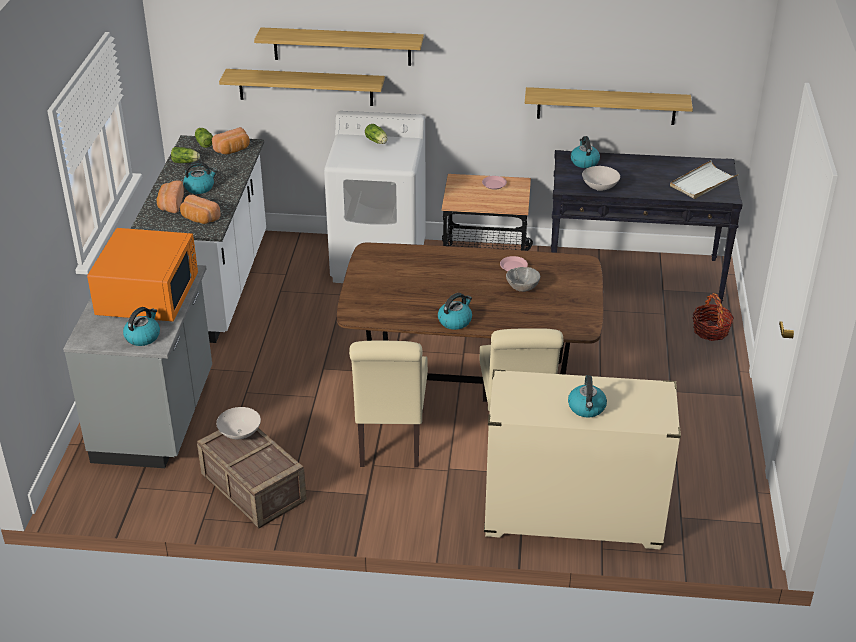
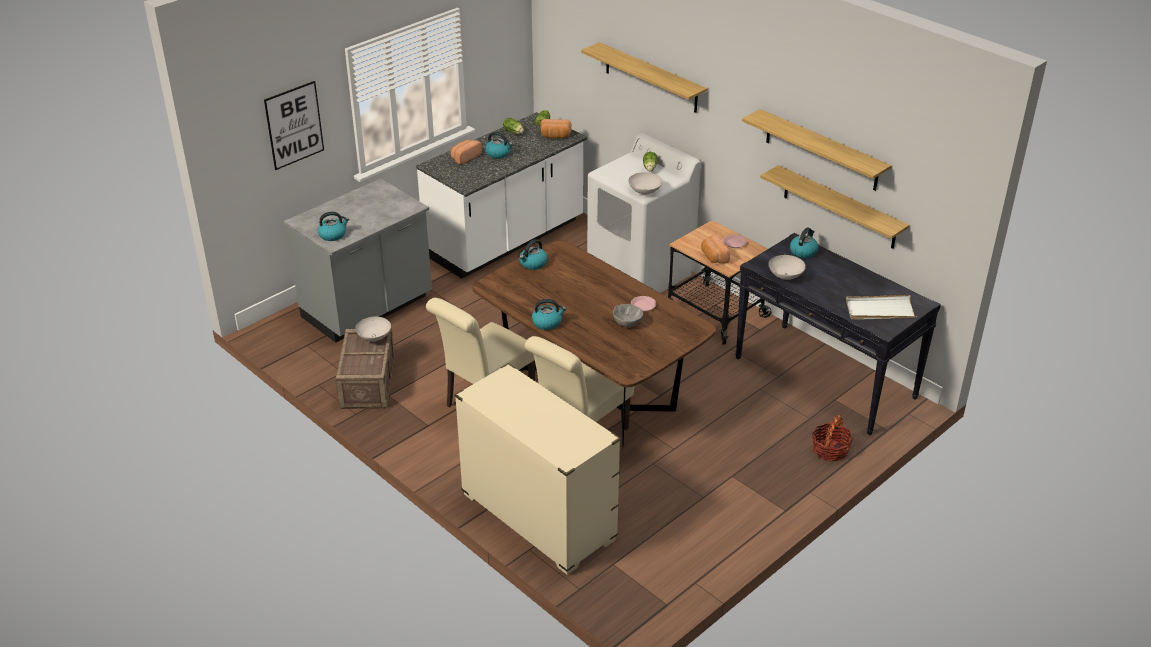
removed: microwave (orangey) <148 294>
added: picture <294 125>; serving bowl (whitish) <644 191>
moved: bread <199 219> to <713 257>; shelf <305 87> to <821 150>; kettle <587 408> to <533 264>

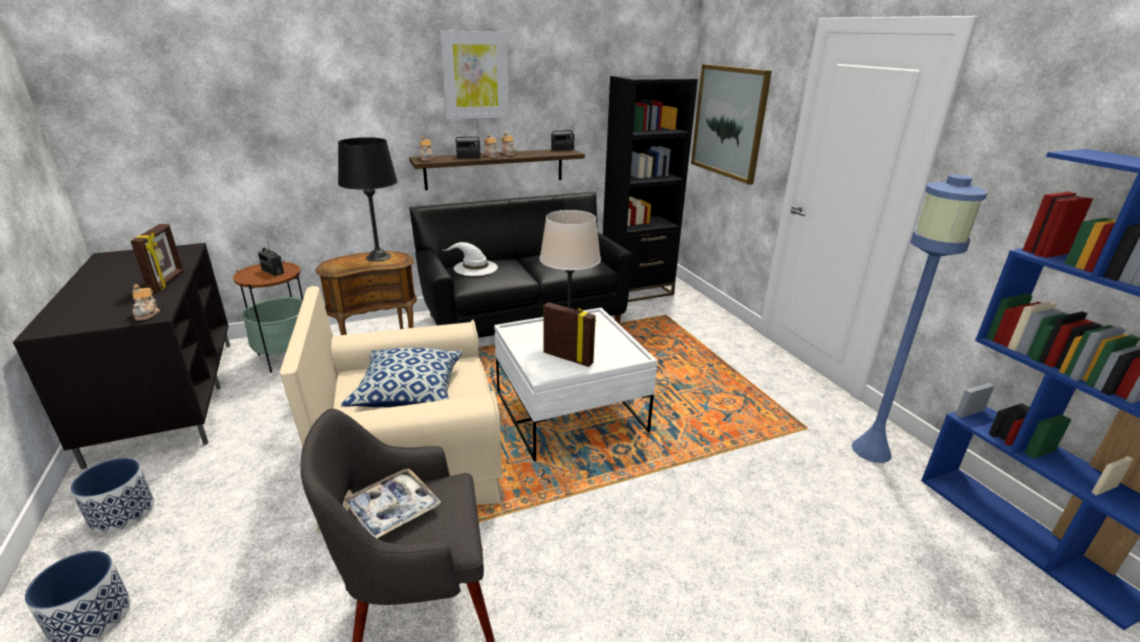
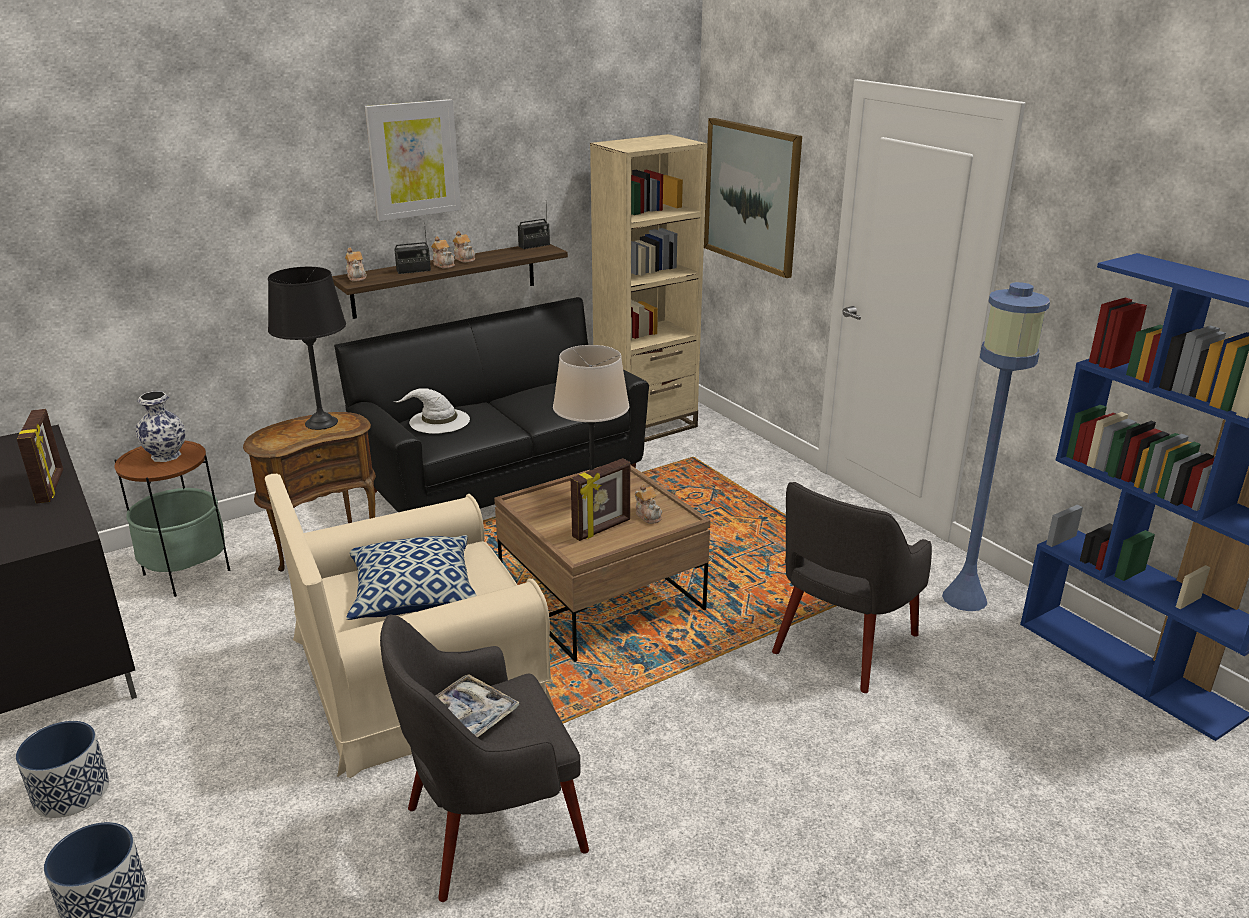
added: lounge chair (gray) <843 644>
moved: tea pot <147 314> to <648 515>
replaced: radio receiver <272 271> to flower vase <167 455>
recoloured: coffee table (whitish) <569 411> to coffee table (brown) <601 598>; bookshelf (black-coloured) <636 290> to bookshelf (beige) <646 426>
turned: standing frame <568 358> = <602 529> 120 degrees clockwise

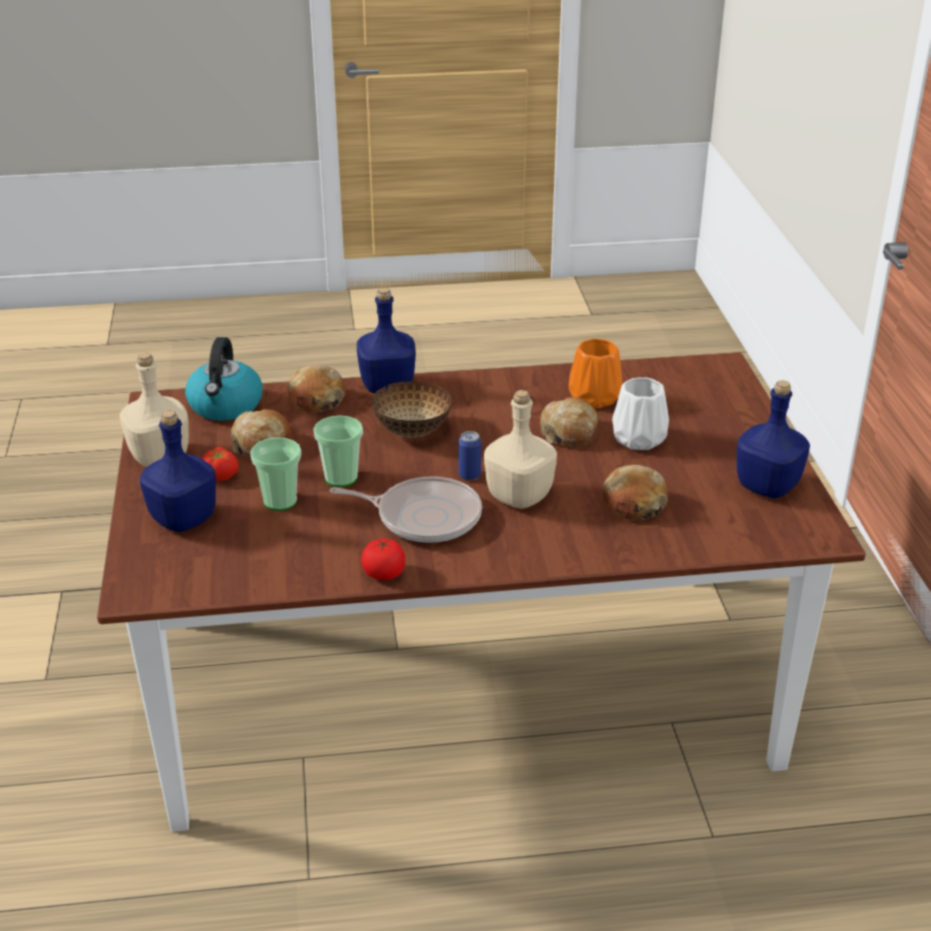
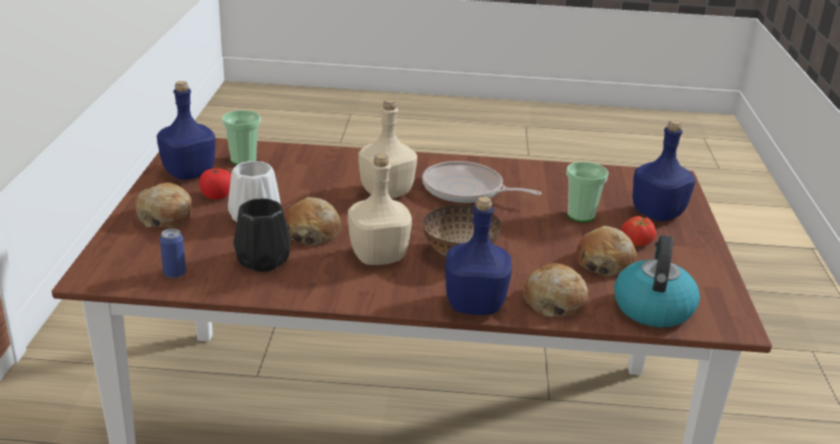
moved: drink bottle (beige) <161 456> to <377 257>; small cup <341 478> to <243 160>; tomato <384 574> to <217 196>; metal can <469 475> to <174 273>; bread <634 504> to <165 216>
recoloured: flower vase (orangey) <593 397> to flower vase (black-coloured) <264 261>

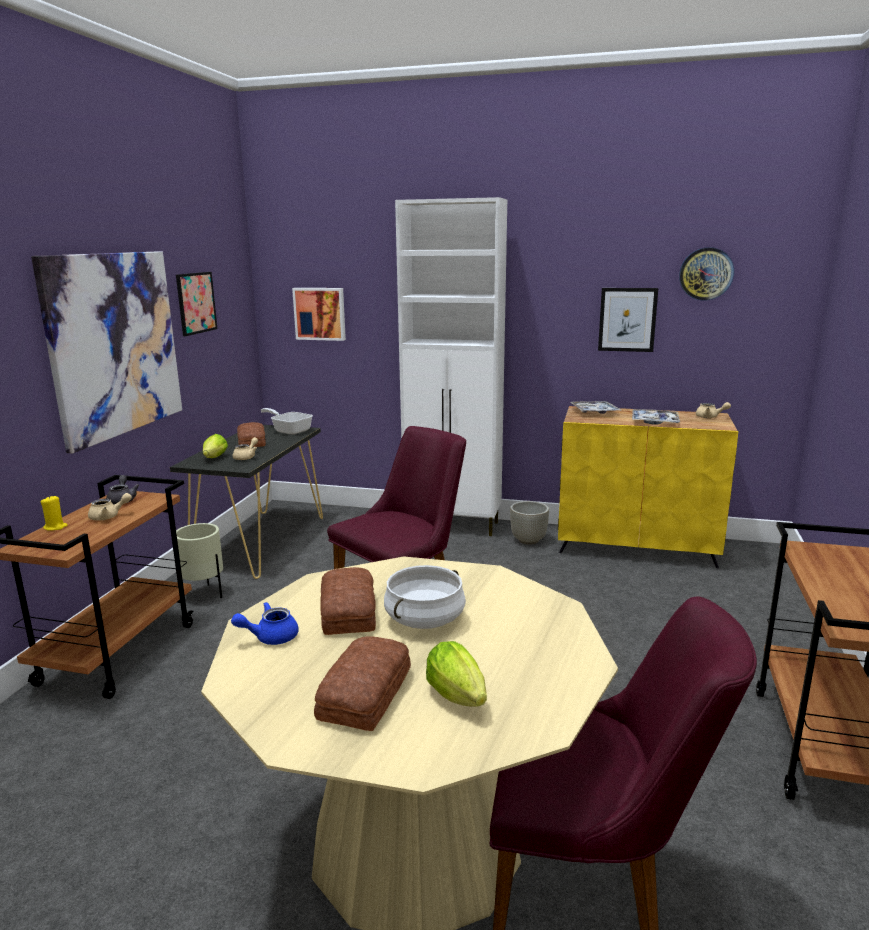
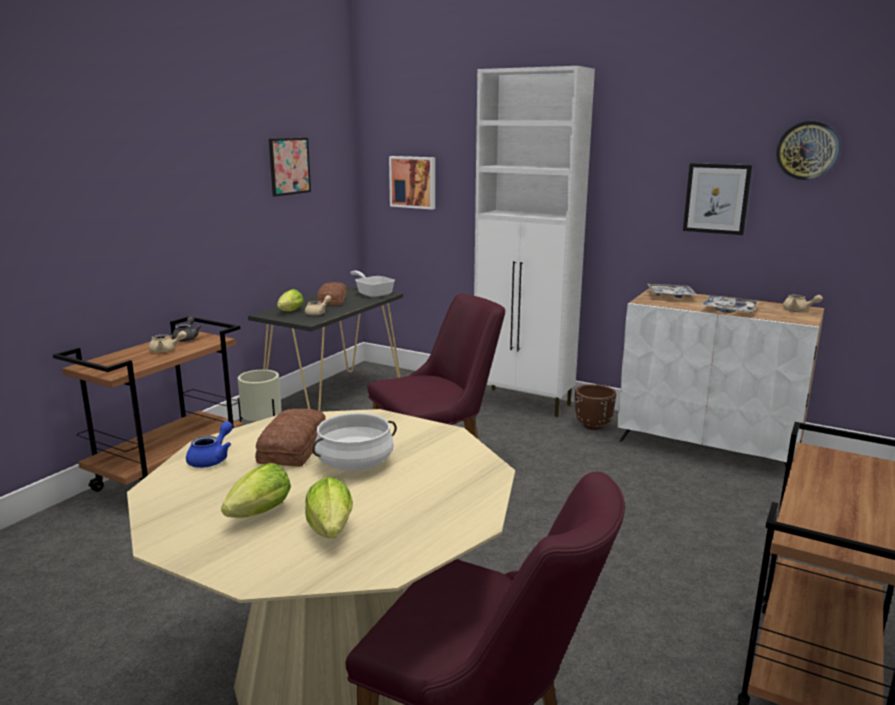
removed: picture <114 344>; wax candle (yellow) <55 527>
replaced: bread <368 693> to lettuce head <256 515>
recoloured: planter (gray) <528 540> to planter (brown) <593 425>; storage cabinet (yellow) <637 547> to storage cabinet (whitish) <708 446>
turned: tea pot (bluish) <270 637> = <212 459> 120 degrees clockwise

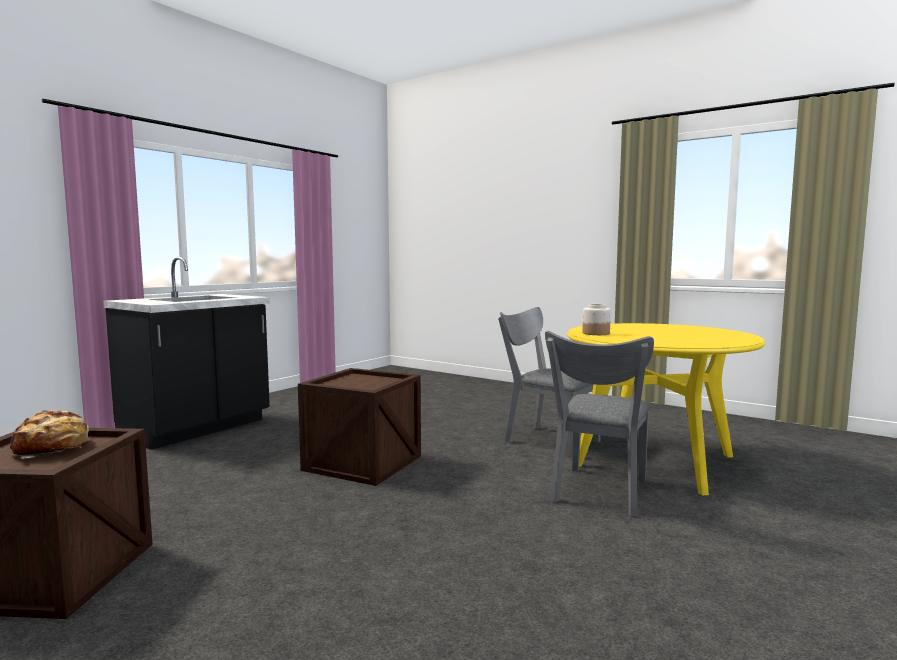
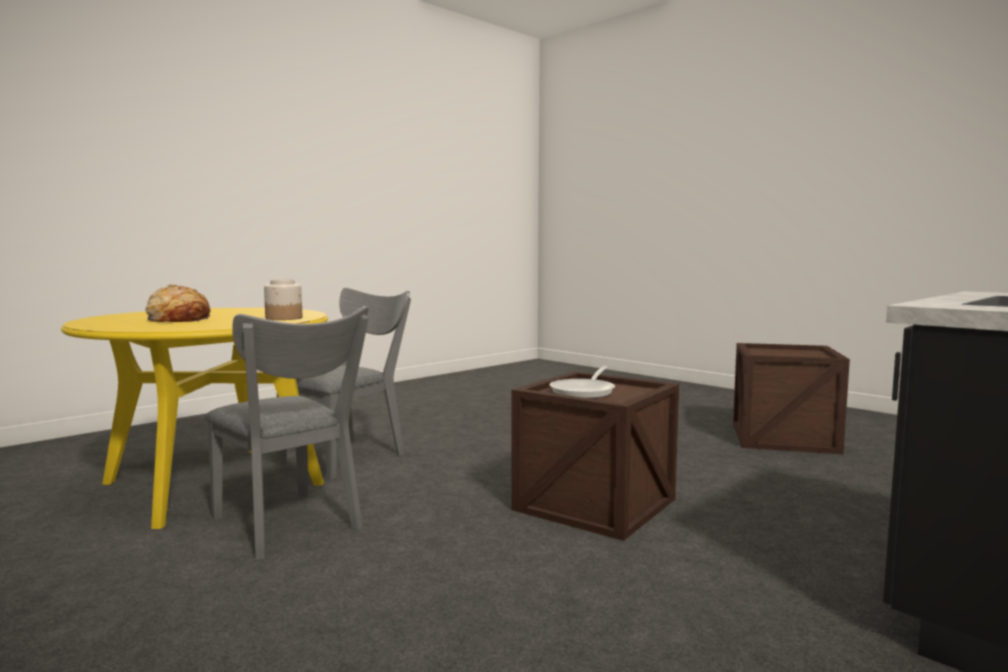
added: frying pan <585 391>
moved: bread <52 449> to <178 319>

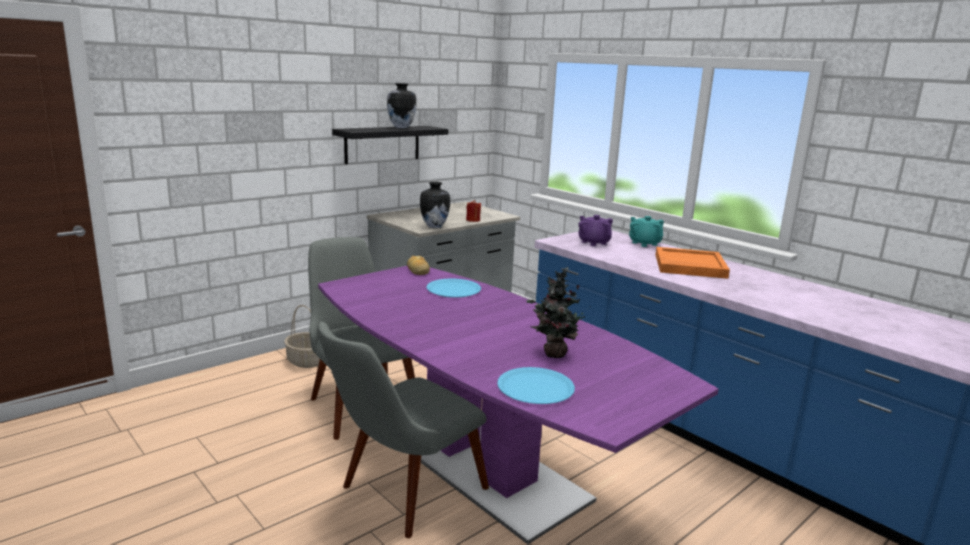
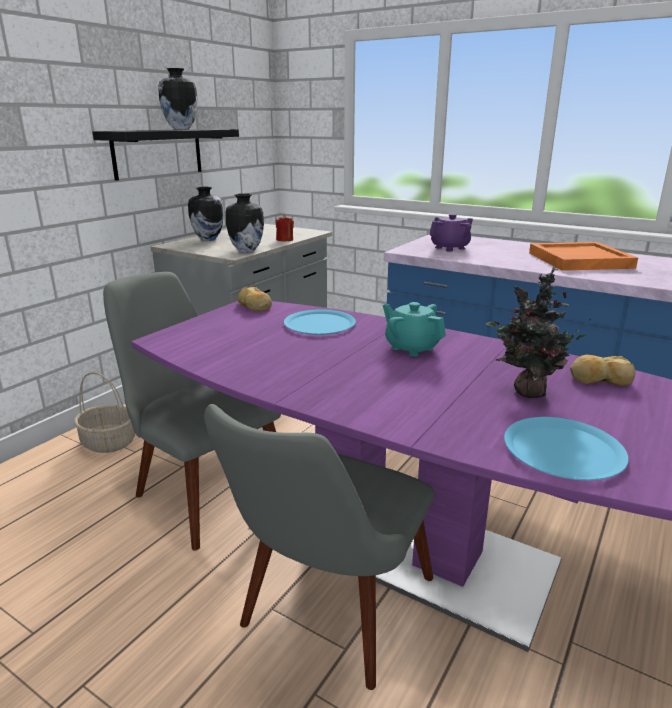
added: flower vase <208 239>; bread <599 379>
moved: tea pot (turquoise-coloured) <644 243> to <411 348>
turned: tea pot (purple) <593 242> = <450 248> 105 degrees clockwise

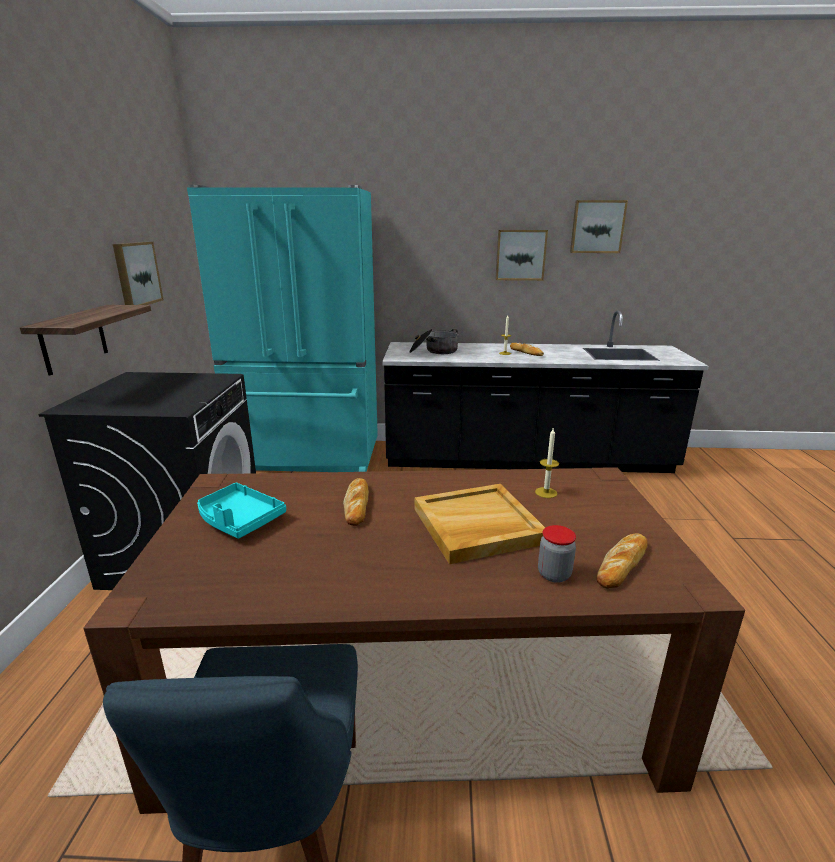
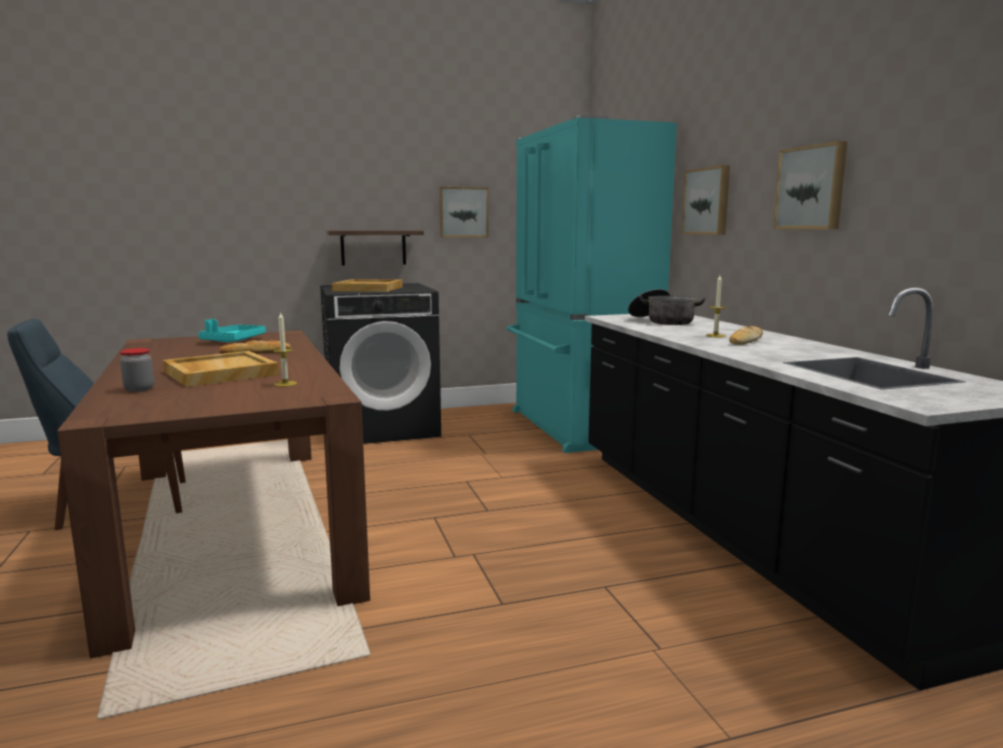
removed: bread <622 564>
added: serving tray (beige) <369 289>
moved: picture <597 227> to <708 201>

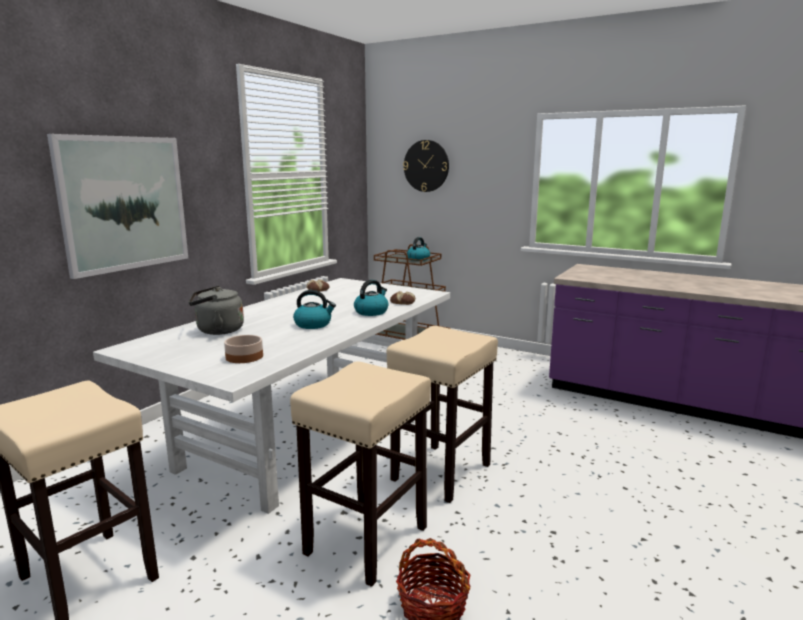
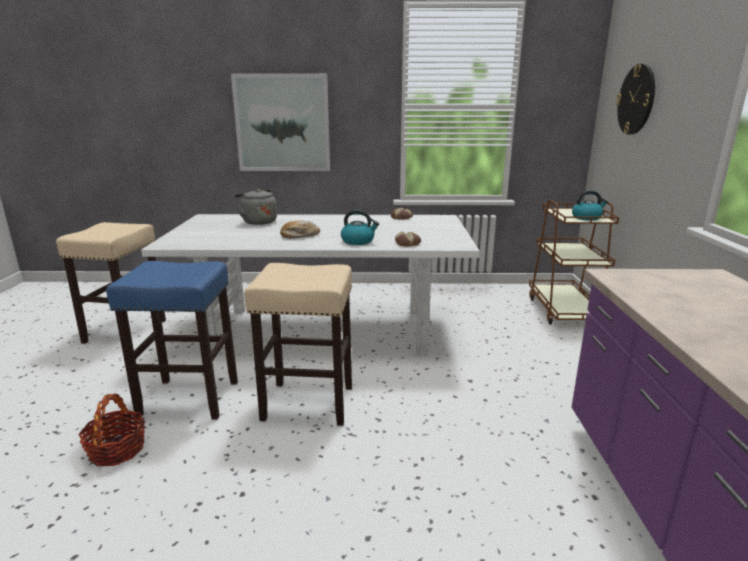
removed: serving bowl <243 357>
replaced: kettle <313 324> to bread <299 235>
recoloured: sitting stool (beige) <366 541> to sitting stool (bluish) <188 399>

